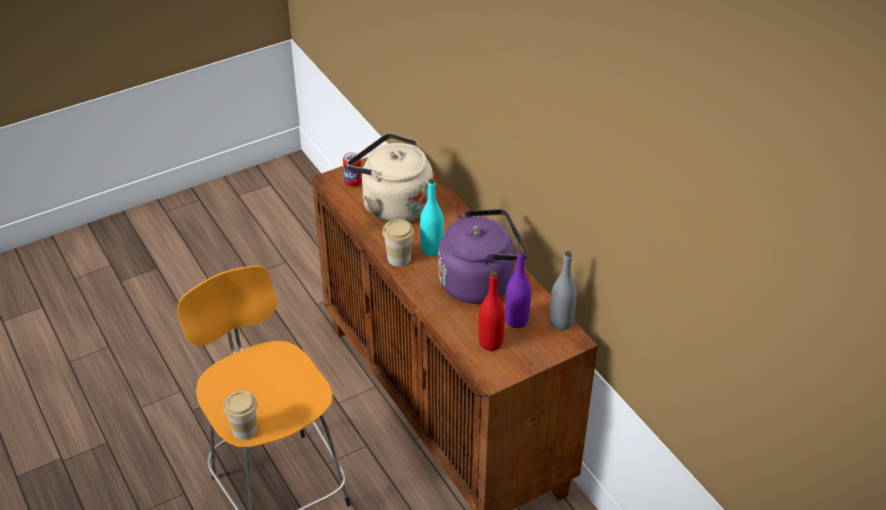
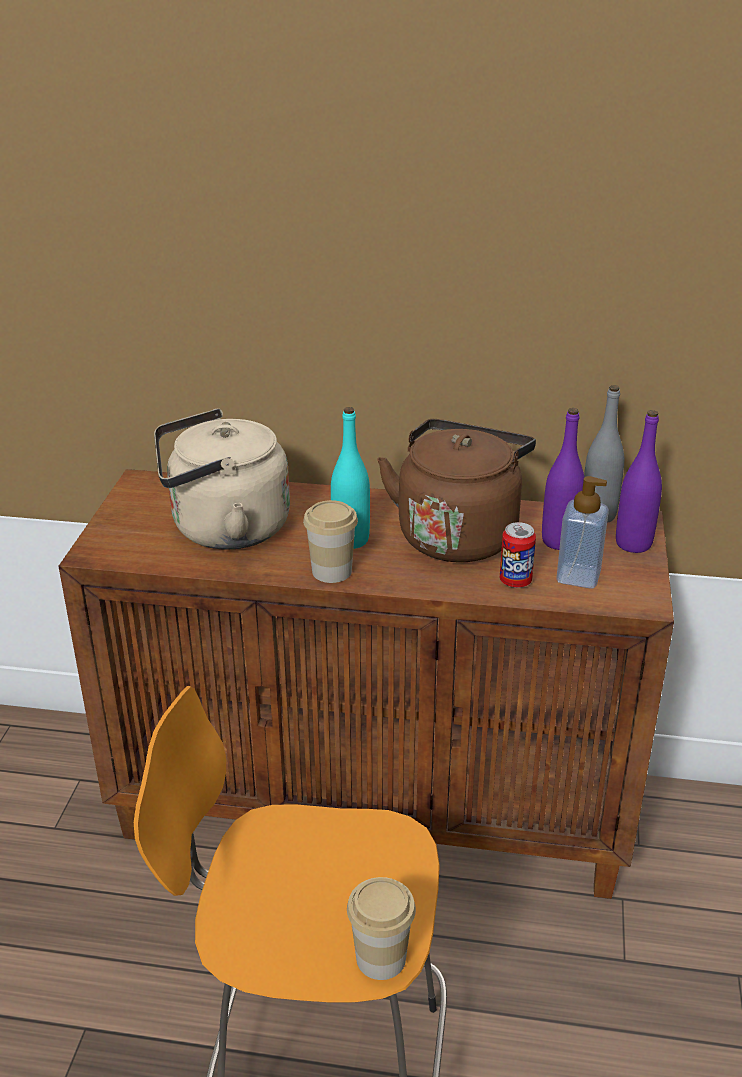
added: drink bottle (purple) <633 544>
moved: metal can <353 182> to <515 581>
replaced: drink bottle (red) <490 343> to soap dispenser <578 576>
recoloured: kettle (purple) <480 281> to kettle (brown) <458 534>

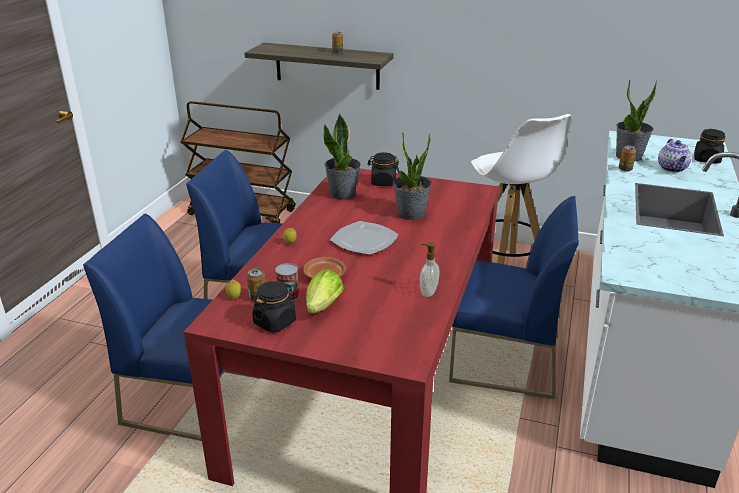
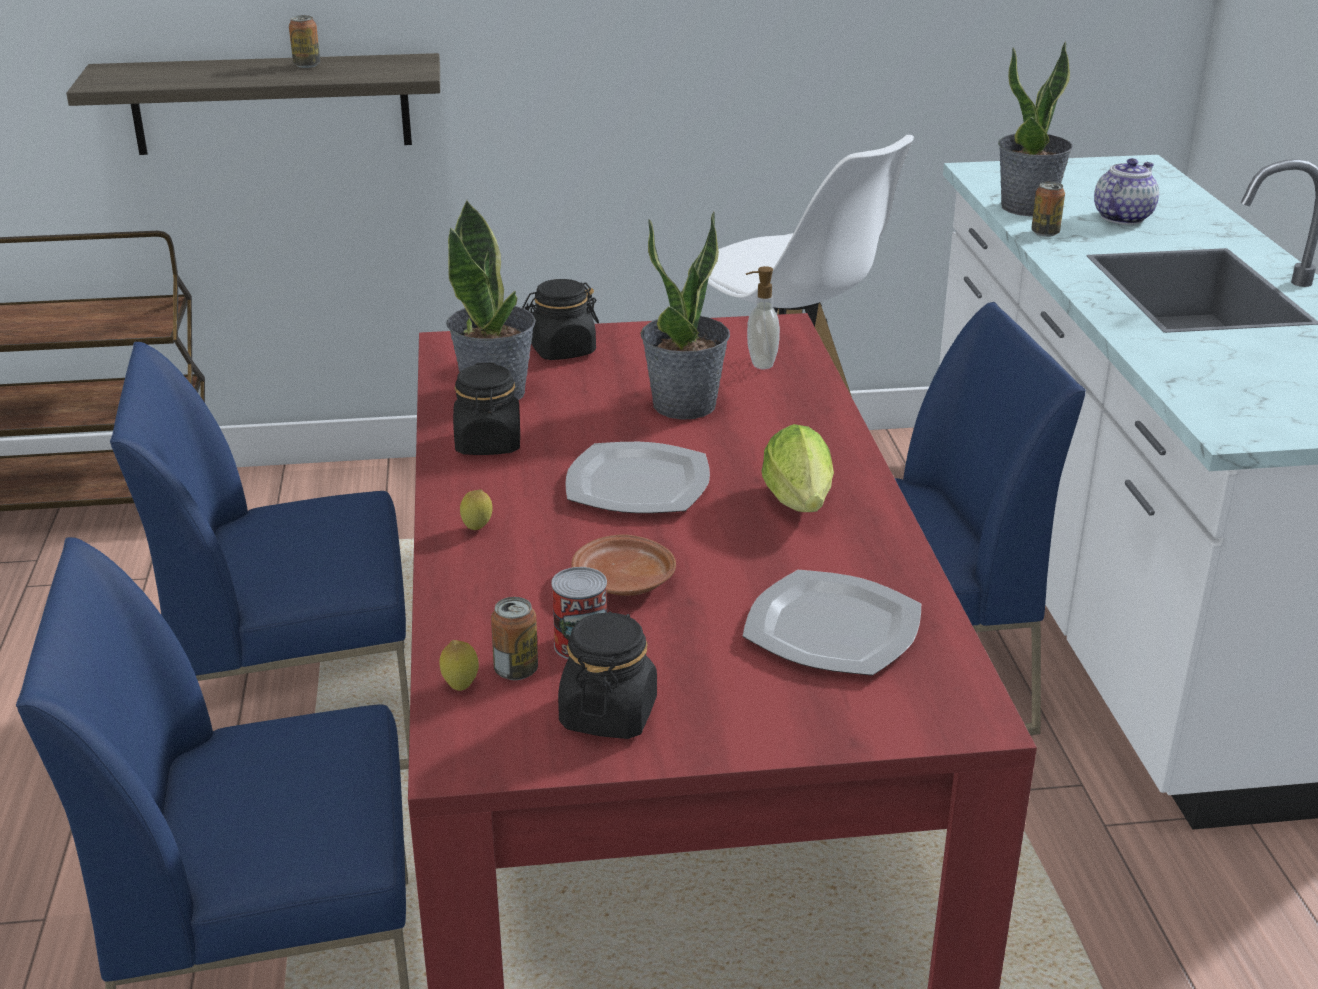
added: flat dish <834 628>
moved: lettuce head <322 308> to <800 506>; soap dispenser <427 292> to <760 363>; storage jar (black-coloured) <706 160> to <488 444>
turned: tea pot <672 168> = <1122 217> 120 degrees counterclockwise

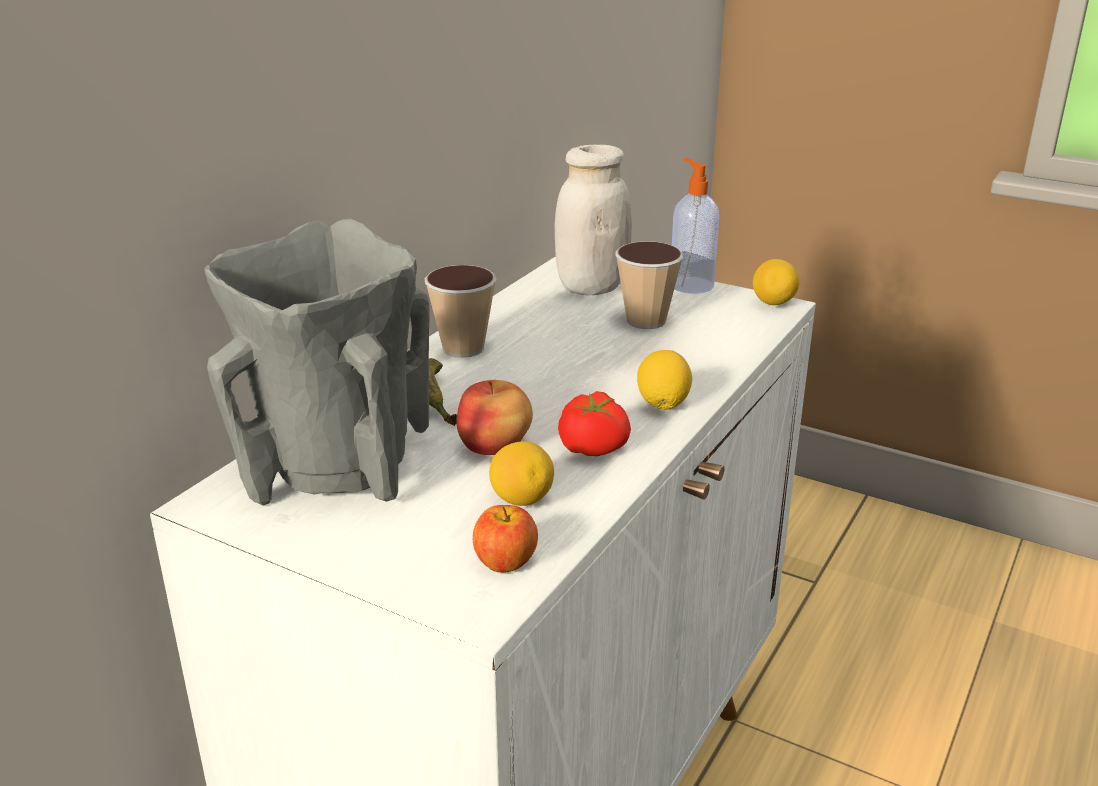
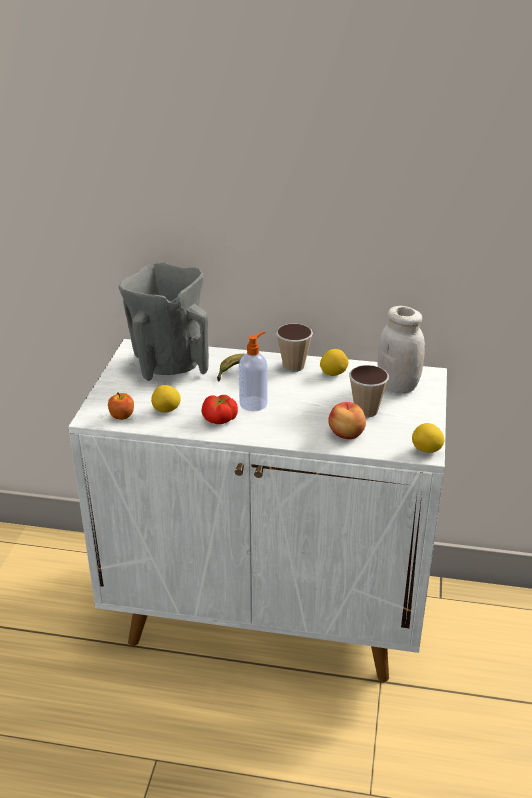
moved: whole apple <495 446> to <346 434>; citrus fruit <663 404> to <333 373>; soap dispenser <690 285> to <254 403>

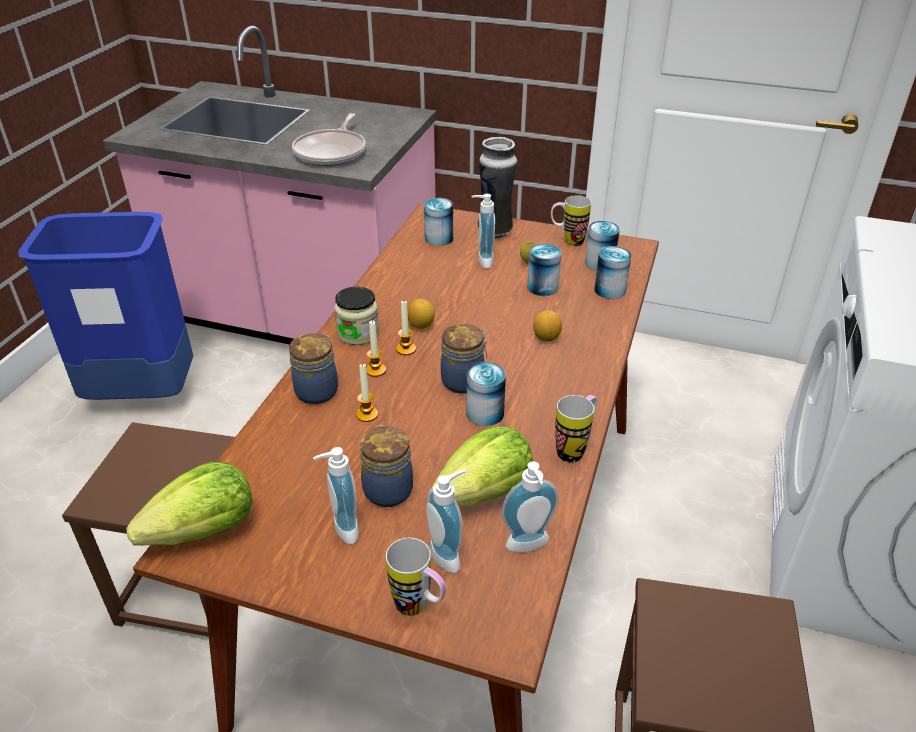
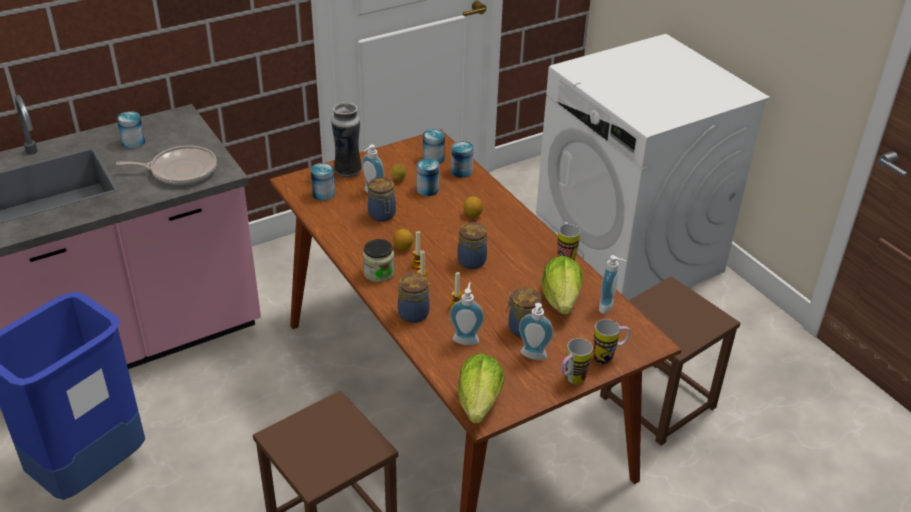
added: storage jar <382 215>
moved: soap dispenser <449 554> to <466 338>; metal can <485 413> to <133 142>; coffee mug <567 241> to <571 381>
turned: frying pan <332 152> = <180 170> 60 degrees counterclockwise

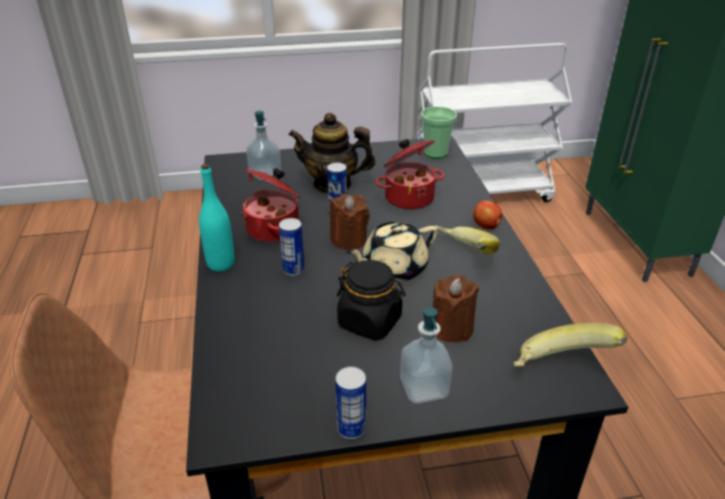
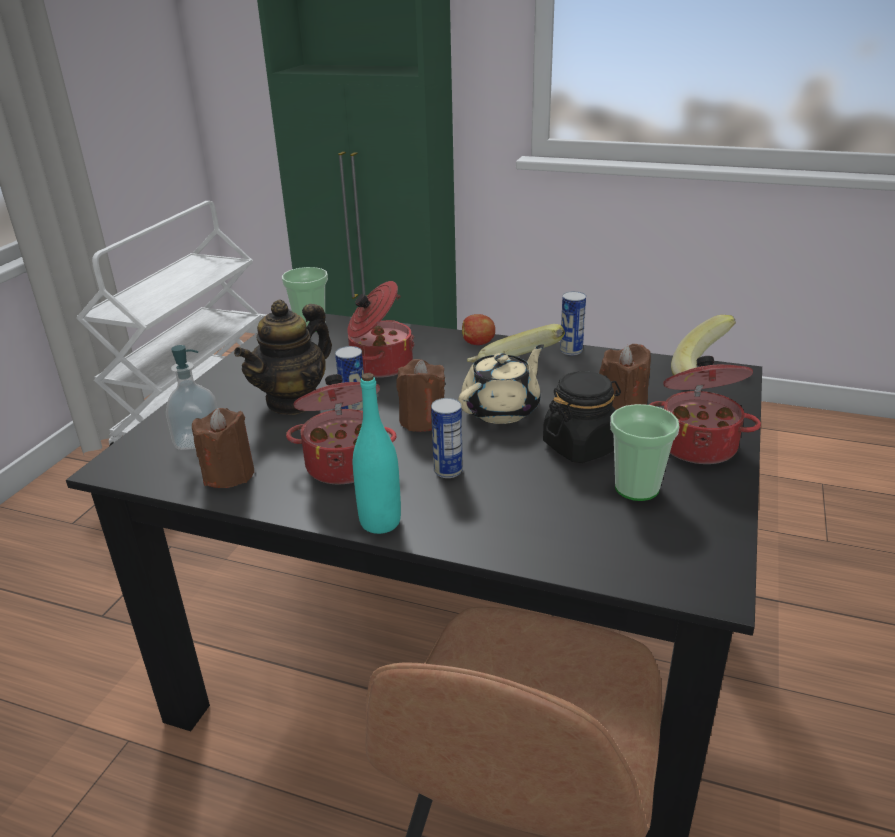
added: wax candle (brown) <229 474>; small cup <636 488>
moved: metal can <351 429> to <571 351>
replaced: soap dispenser <424 388> to saucepot <698 444>
turned: tea pot (beige) <393 268> = <502 409> 135 degrees counterclockwise

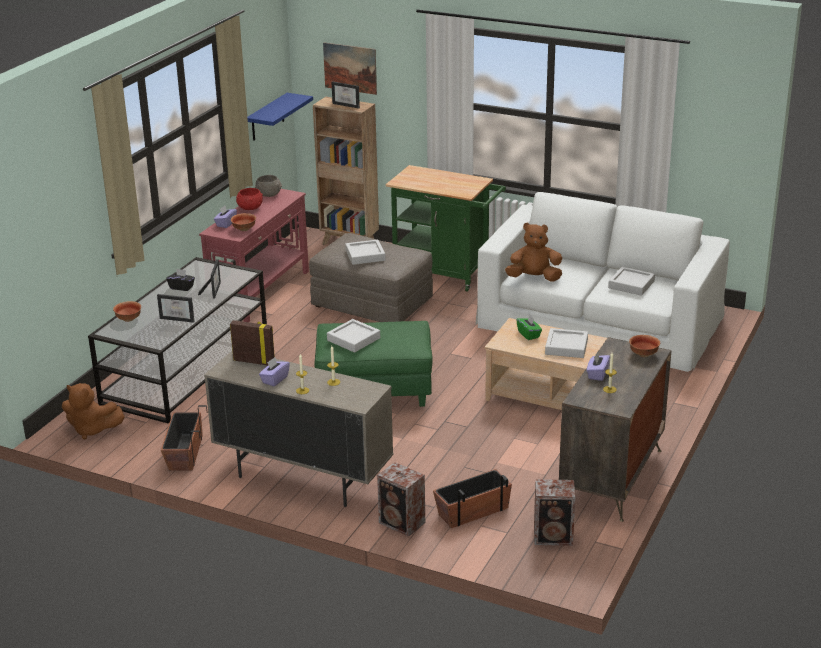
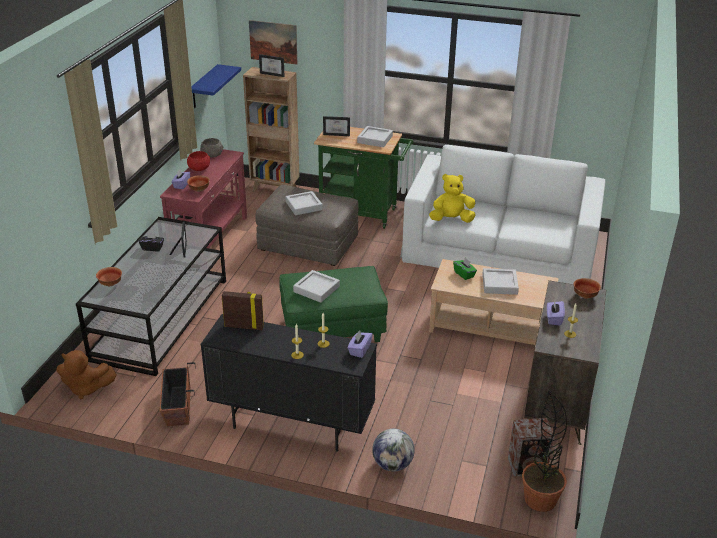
removed: planter <472 511>
added: houseplant <540 499>
moved: standing frame <179 318> to <337 134>; box of tissues (purple) <275 379> to <359 350>; serving tray (gray) <631 284> to <375 139>
replaced: loudspeaker <402 523> to globe <392 464>
recoloured: storage cabinet (beige) <303 479> to storage cabinet (black-coloured) <291 425>; soft toy (brown) <534 278> to soft toy (yellow) <451 219>

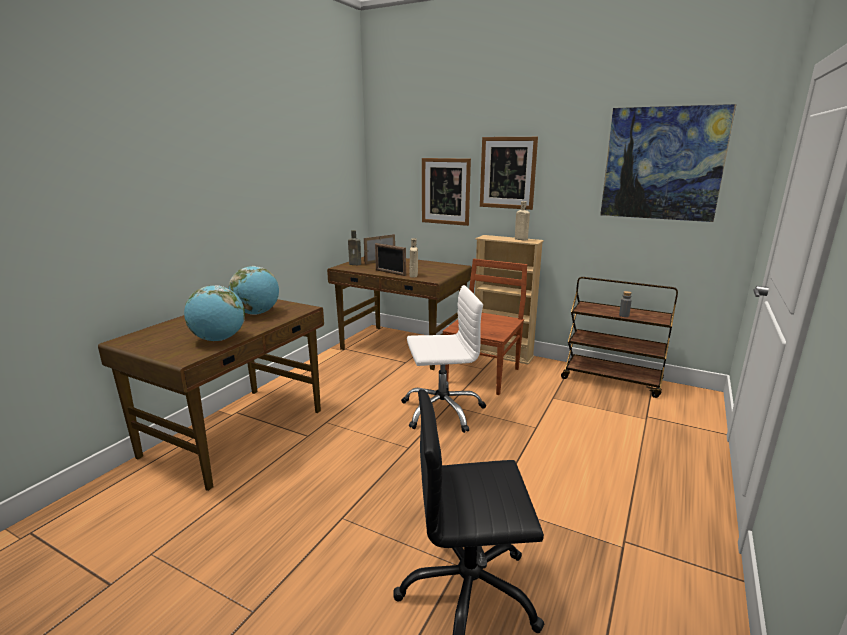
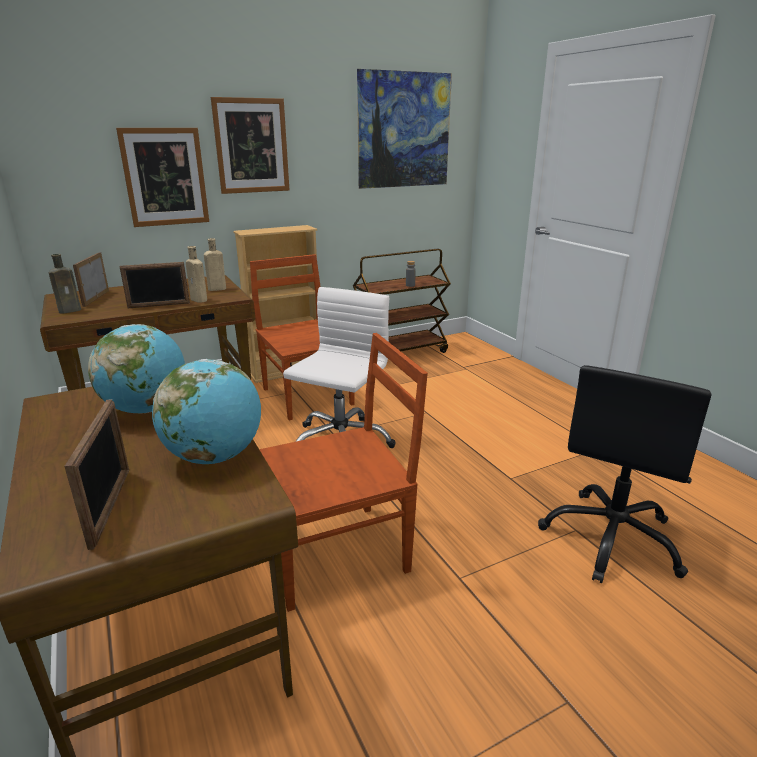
added: standing frame <111 506>; chair (brown) <337 553>
moved: drink bottle (beige) <520 239> to <215 289>

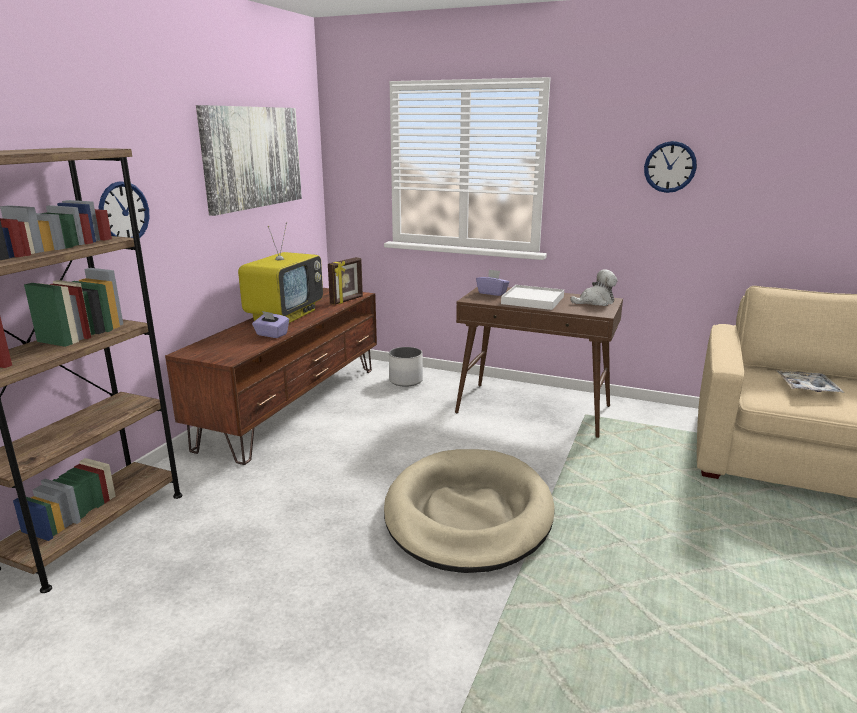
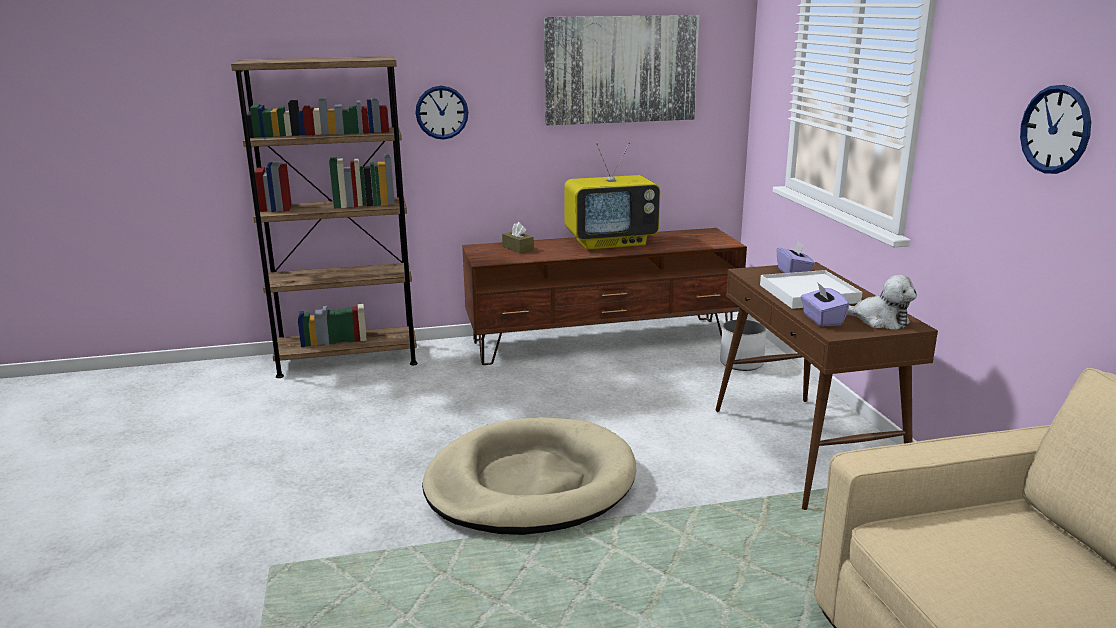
removed: standing frame <347 300>; serving tray <807 387>
added: box of tissues (brown) <518 248>
moved: box of tissues (purple) <271 335> to <822 319>

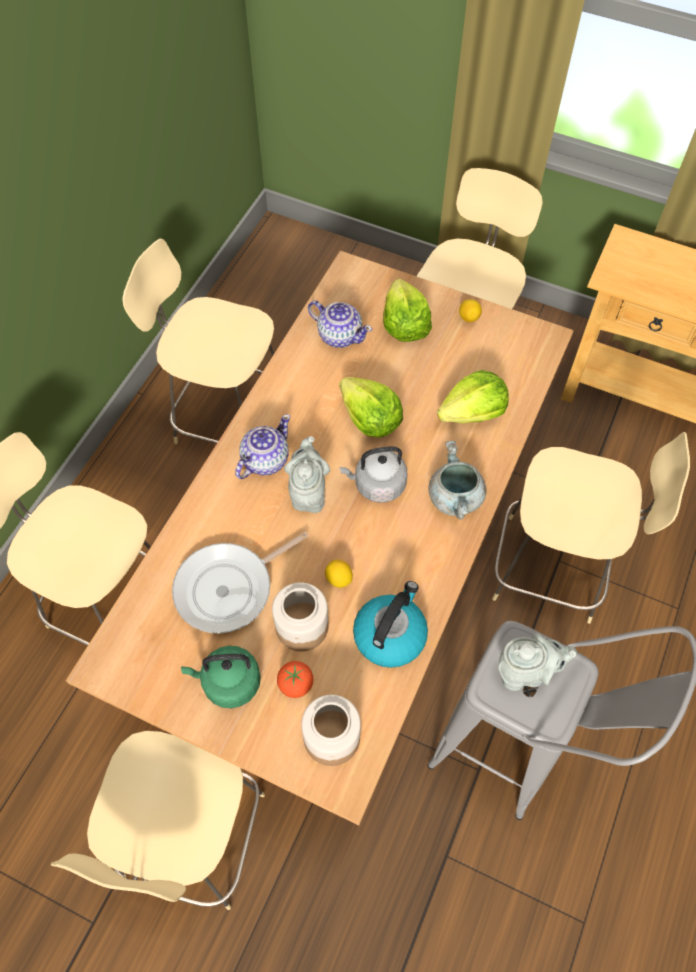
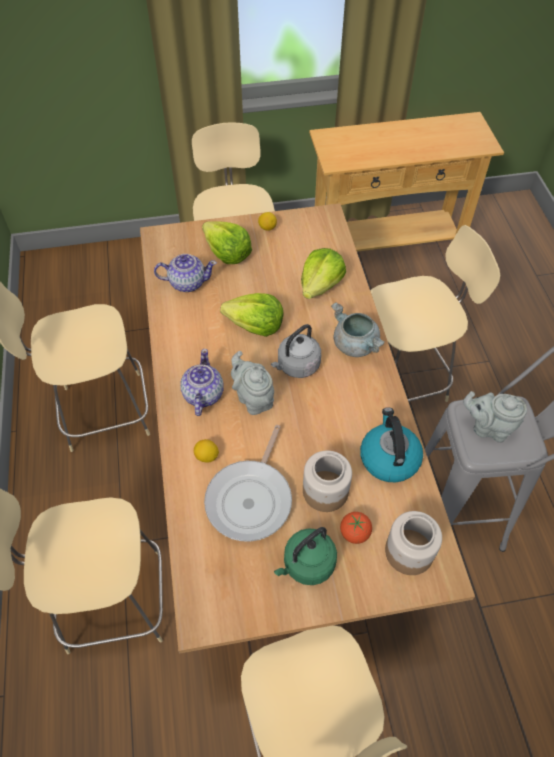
moved: citrus fruit <339 579> to <206 456>
turned: tea pot (gray) <526 672> = <488 428> 120 degrees counterclockwise

